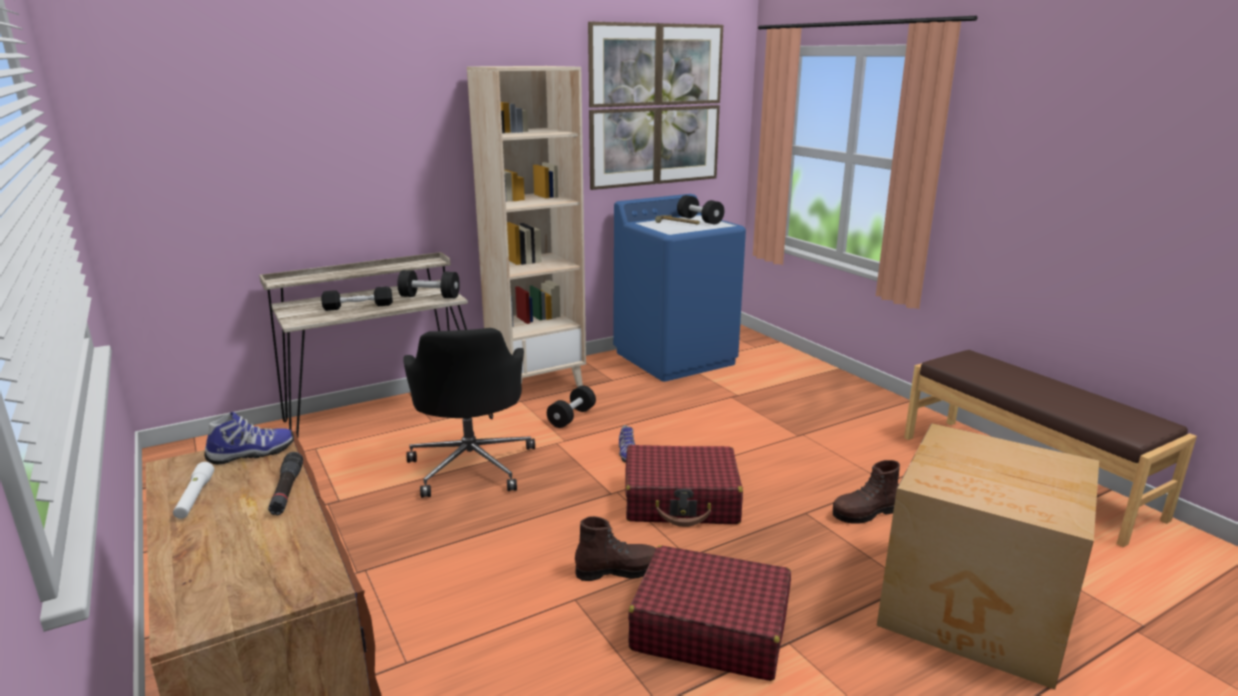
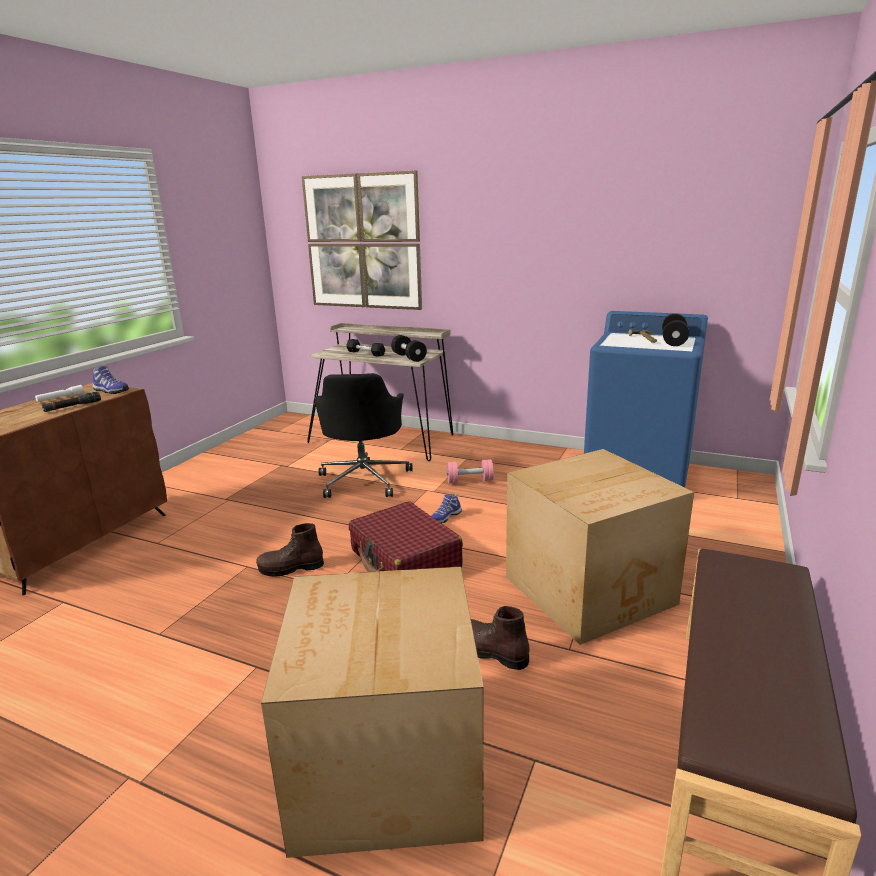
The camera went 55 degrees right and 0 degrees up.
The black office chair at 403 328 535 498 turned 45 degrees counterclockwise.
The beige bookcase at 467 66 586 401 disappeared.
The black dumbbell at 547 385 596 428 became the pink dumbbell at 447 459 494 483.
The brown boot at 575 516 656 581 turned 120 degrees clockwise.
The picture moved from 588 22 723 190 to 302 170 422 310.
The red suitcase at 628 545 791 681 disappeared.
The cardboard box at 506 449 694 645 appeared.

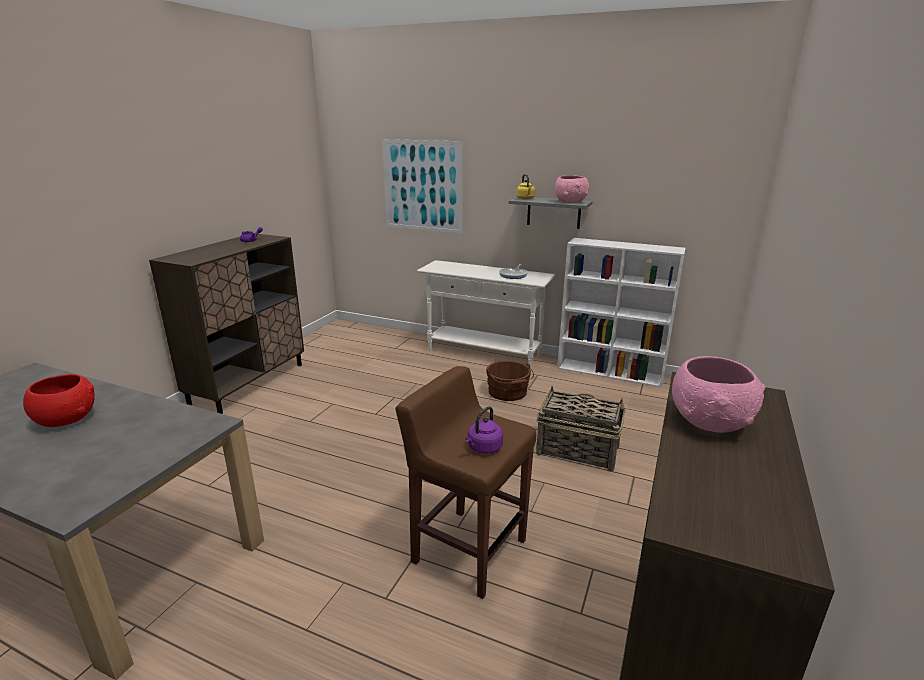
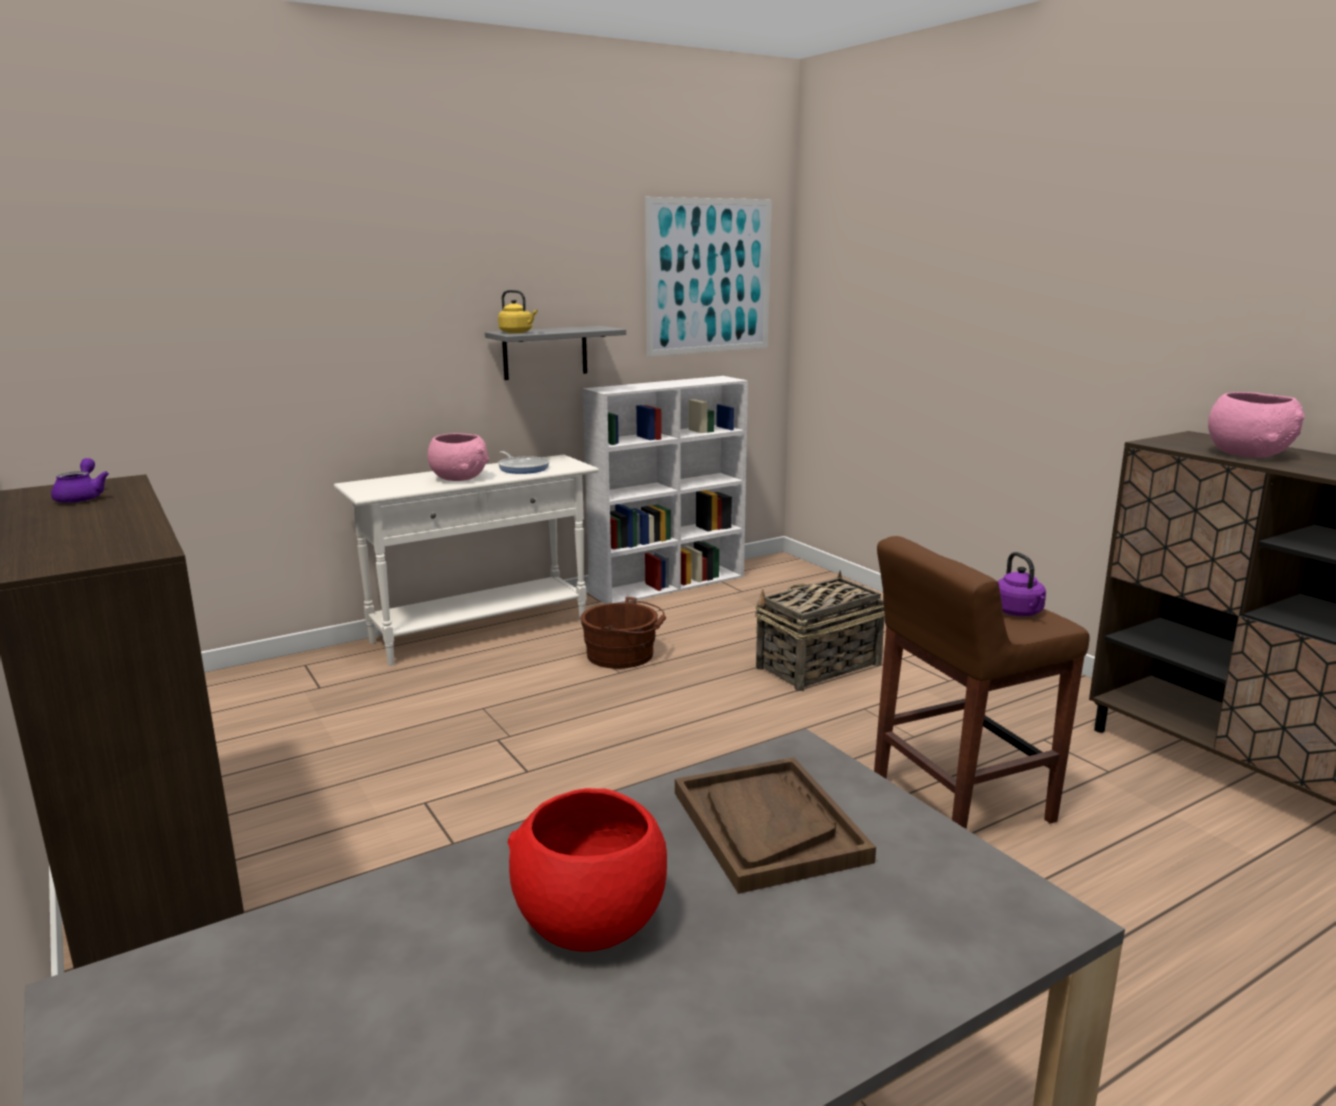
The camera went 55 degrees left and 5 degrees down.
The picture moved from 382 139 463 234 to 645 197 772 357.
The pink bowl moved from 555 175 589 203 to 427 433 489 481.
The brown tray at 675 757 876 894 appeared.

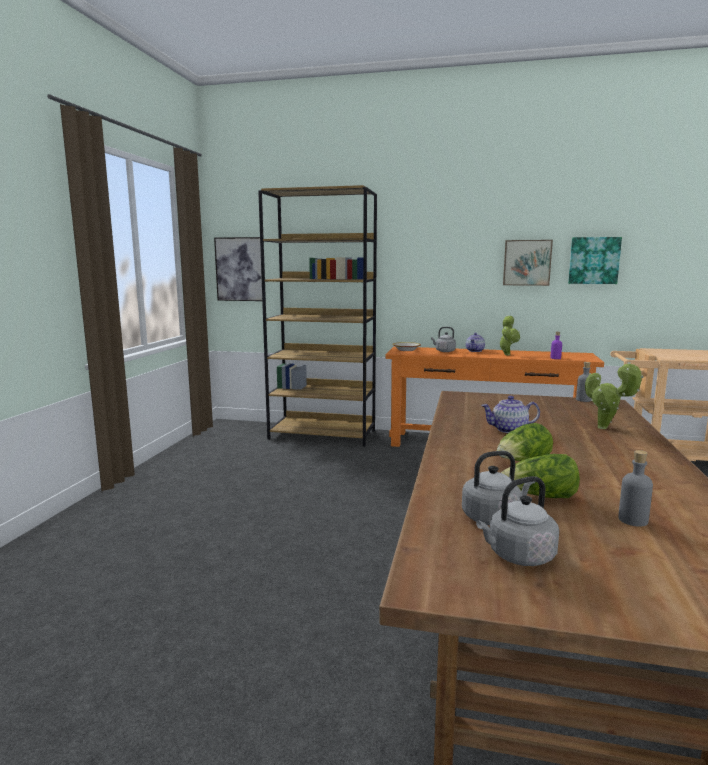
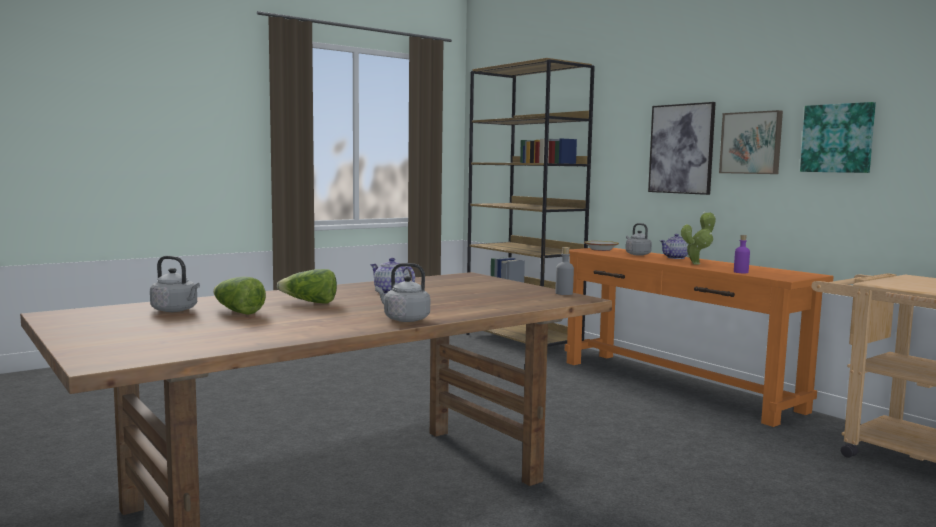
The camera went 40 degrees right and 5 degrees down.
The picture moved from 214 237 262 301 to 648 102 716 195.
The grey kettle moved from 476 476 559 566 to 375 263 430 322.
The potted plant at 585 362 644 429 disappeared.
The grey bottle at 618 450 653 527 disappeared.

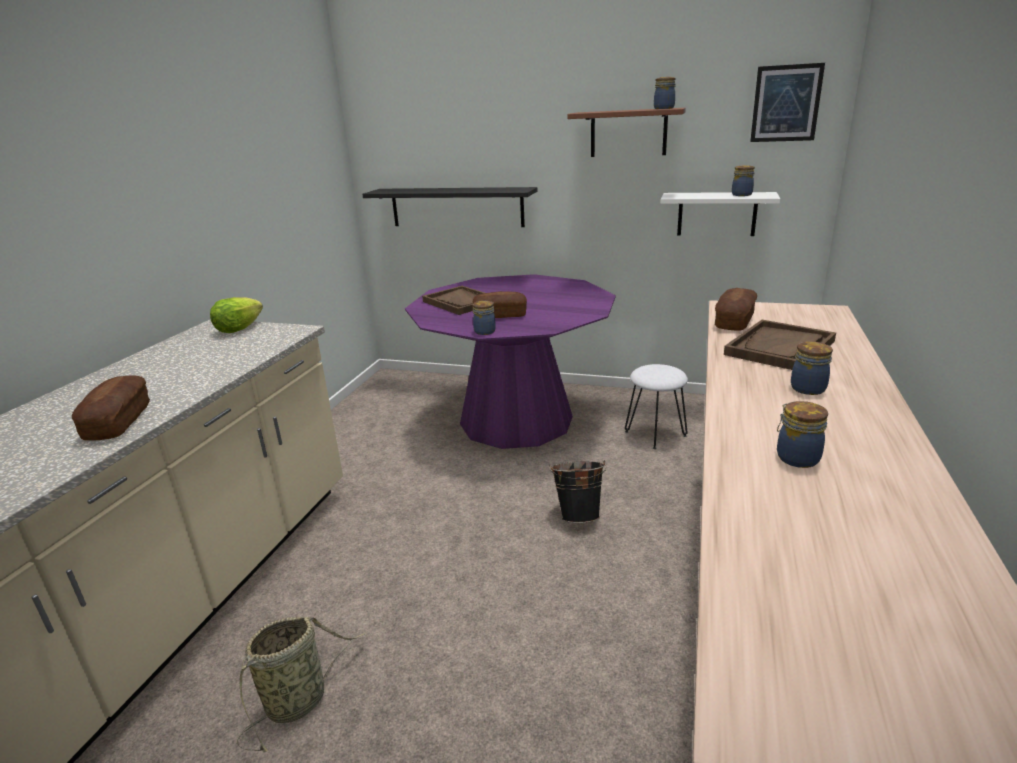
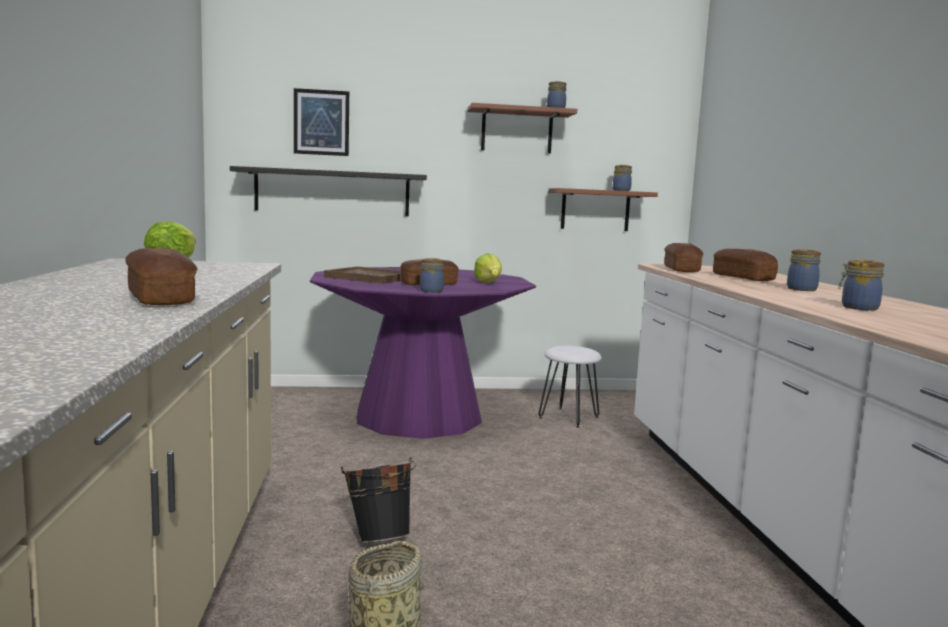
The camera went 25 degrees left and 15 degrees down.
The black bucket moved from 549 460 607 523 to 341 457 416 543.
The white shelf at 661 192 780 236 became the brown shelf at 548 188 658 231.
The brown tray at 724 320 836 370 was replaced by the bread at 713 249 778 281.
The picture moved from 750 63 825 142 to 294 88 349 156.
The lettuce at 474 253 502 283 appeared.

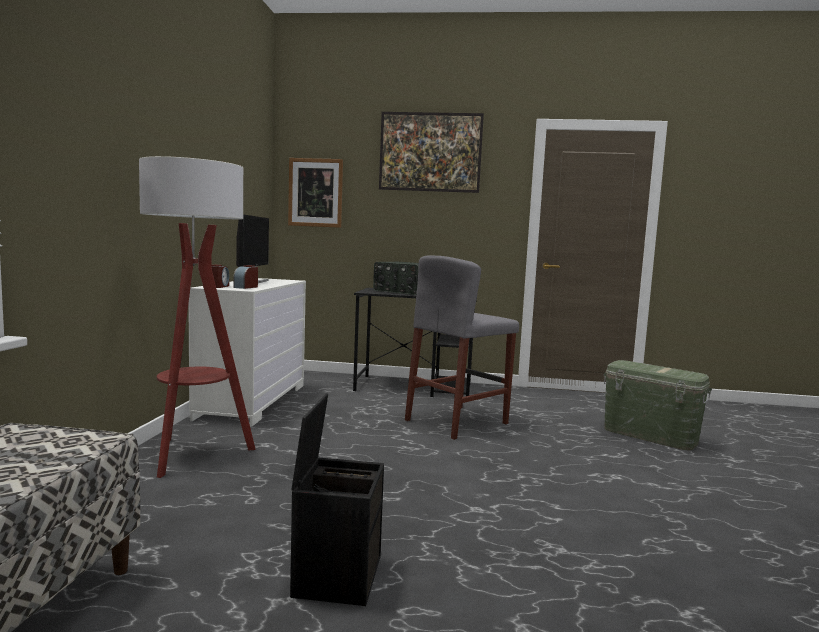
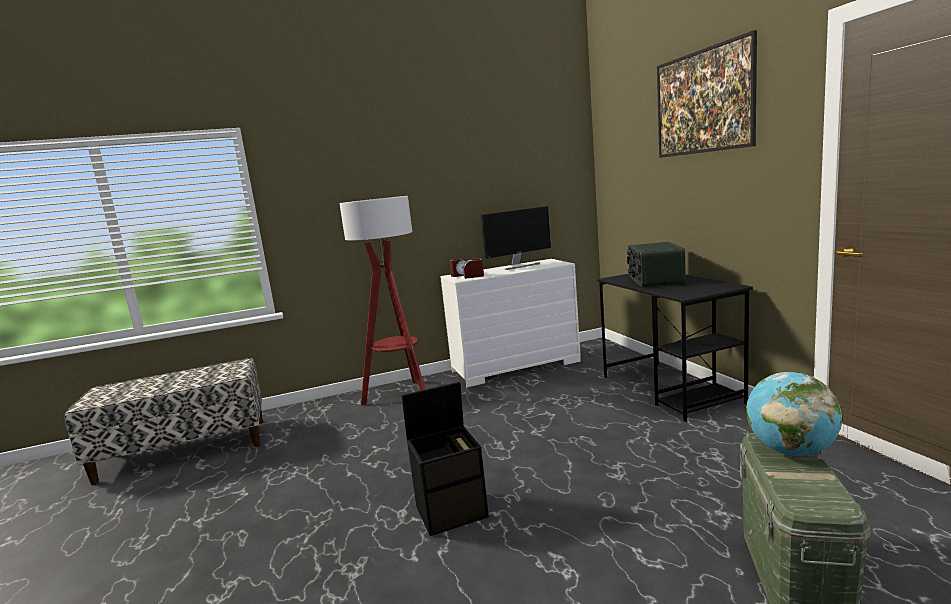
The camera went 65 degrees right and 5 degrees up.
The picture at 288 158 343 228 disappeared.
The black storage box moved from 290 393 384 606 to 402 382 489 536.
The grey stool at 405 255 519 440 disappeared.
The globe at 746 372 843 456 appeared.

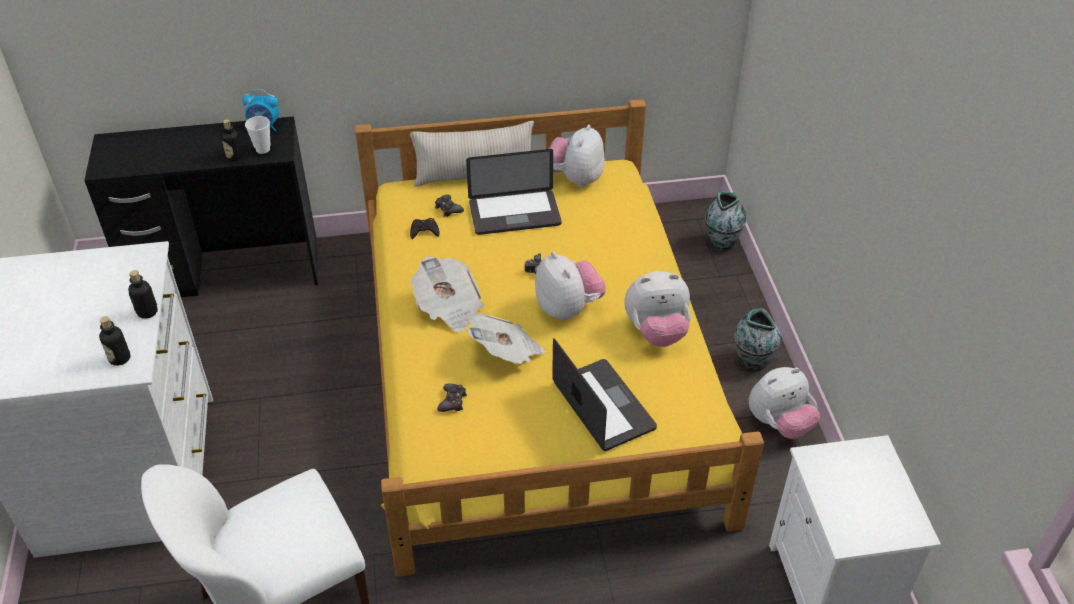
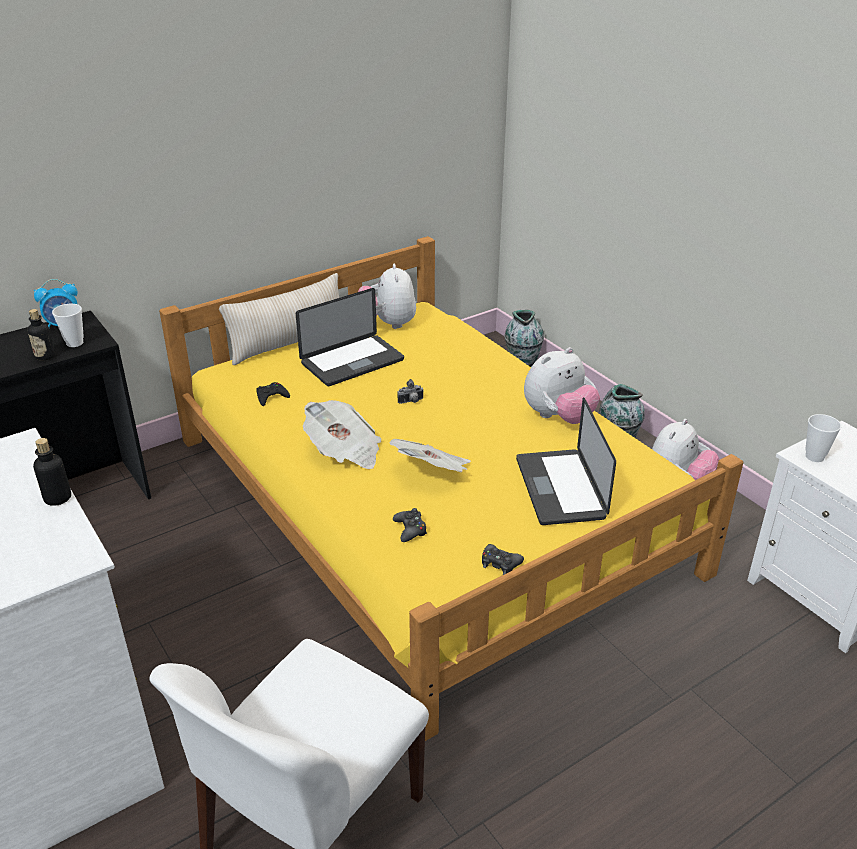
The camera went 25 degrees left and 10 degrees down.
The bottle at 99 316 130 366 disappeared.
The black game controller moved from 435 194 464 217 to 482 544 524 575.
The plush toy at 535 252 606 320 disappeared.
The laptop at 552 338 657 451 turned 135 degrees counterclockwise.
The cup at 805 414 841 462 appeared.

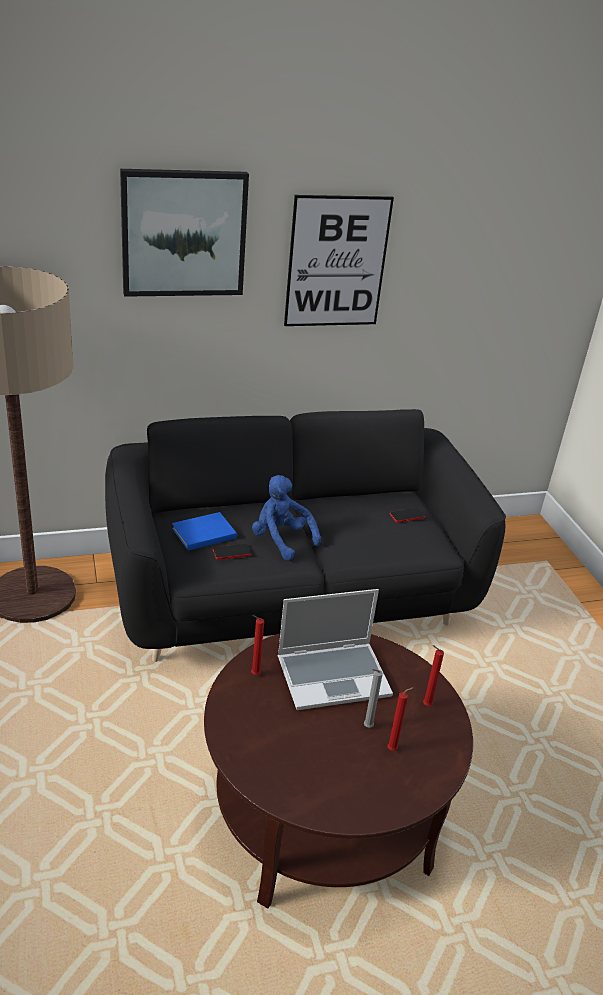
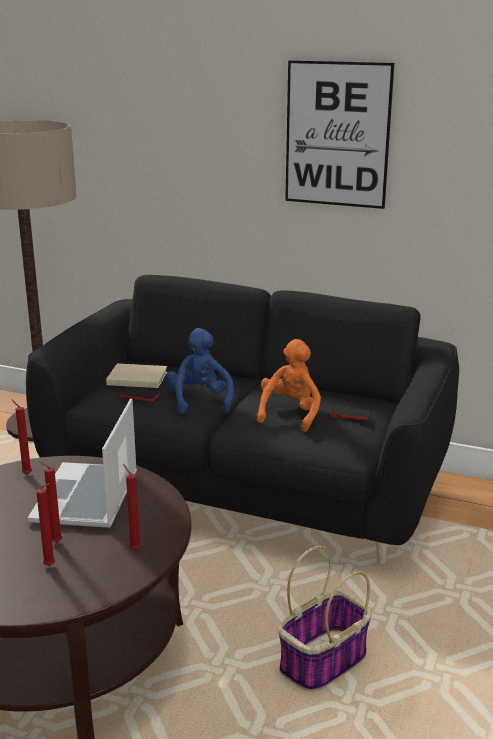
The camera went 40 degrees right and 10 degrees down.
The picture at 120 169 249 297 disappeared.
The blue book at 172 512 237 551 became the beige book at 106 363 167 388.
The laptop at 278 589 393 710 turned 75 degrees clockwise.
The grey candle at 364 669 383 728 became the red candle at 38 460 62 542.
The orange plush toy at 257 339 321 432 appeared.
The basket at 278 546 372 691 appeared.

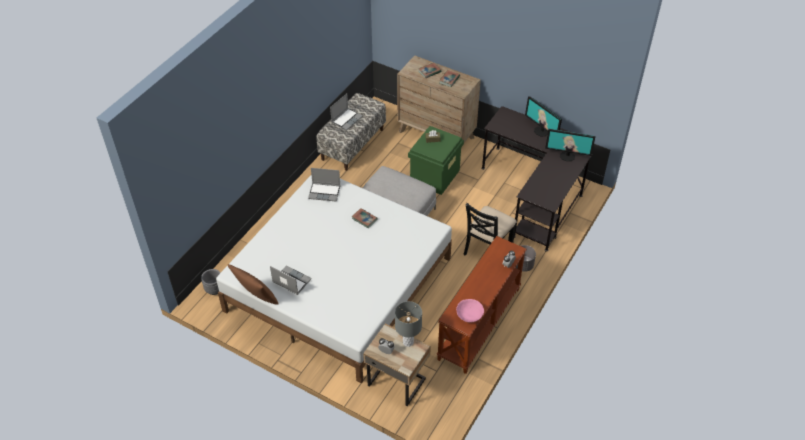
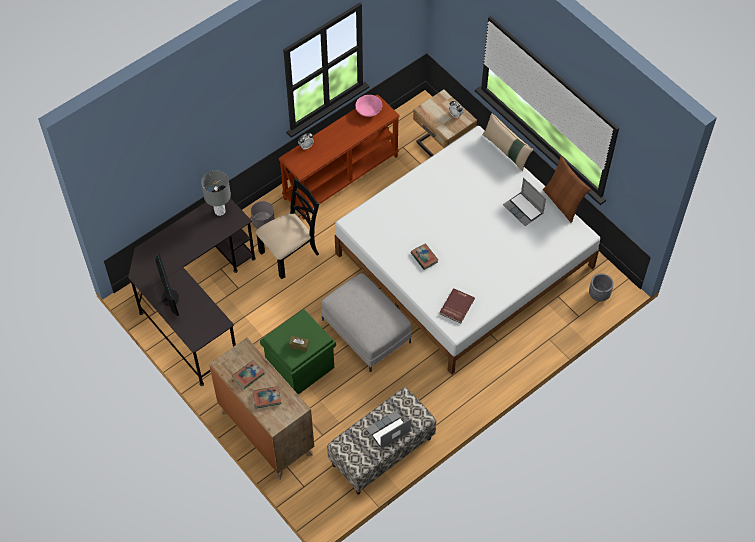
The camera went 160 degrees left and 10 degrees up.
The laptop at 308 168 340 202 was replaced by the red book at 440 288 475 323.
The grey table lamp moved from 395 301 422 347 to 201 170 231 216.
The monitor at 545 129 596 161 disappeared.
The beige pillow at 483 113 534 171 appeared.

